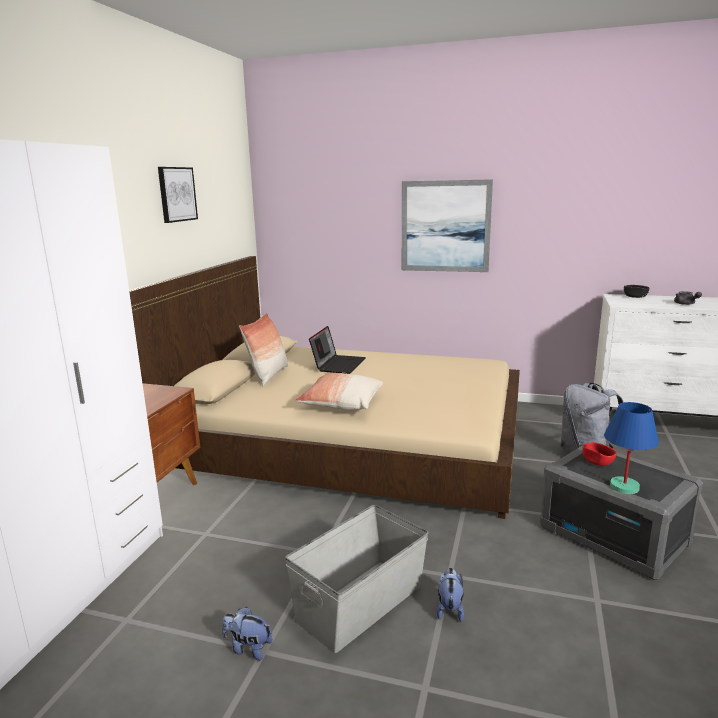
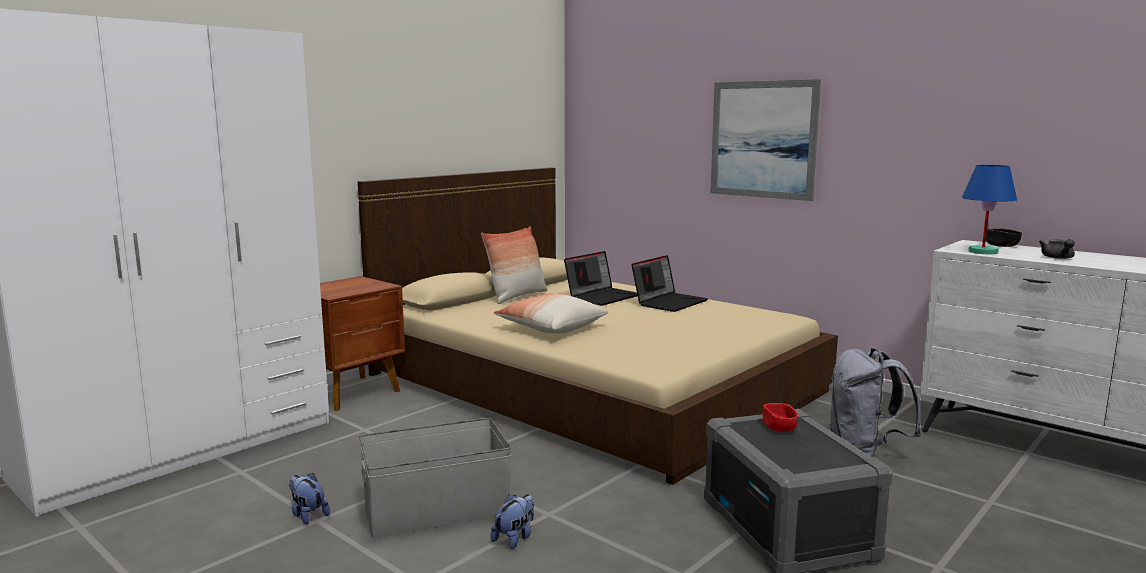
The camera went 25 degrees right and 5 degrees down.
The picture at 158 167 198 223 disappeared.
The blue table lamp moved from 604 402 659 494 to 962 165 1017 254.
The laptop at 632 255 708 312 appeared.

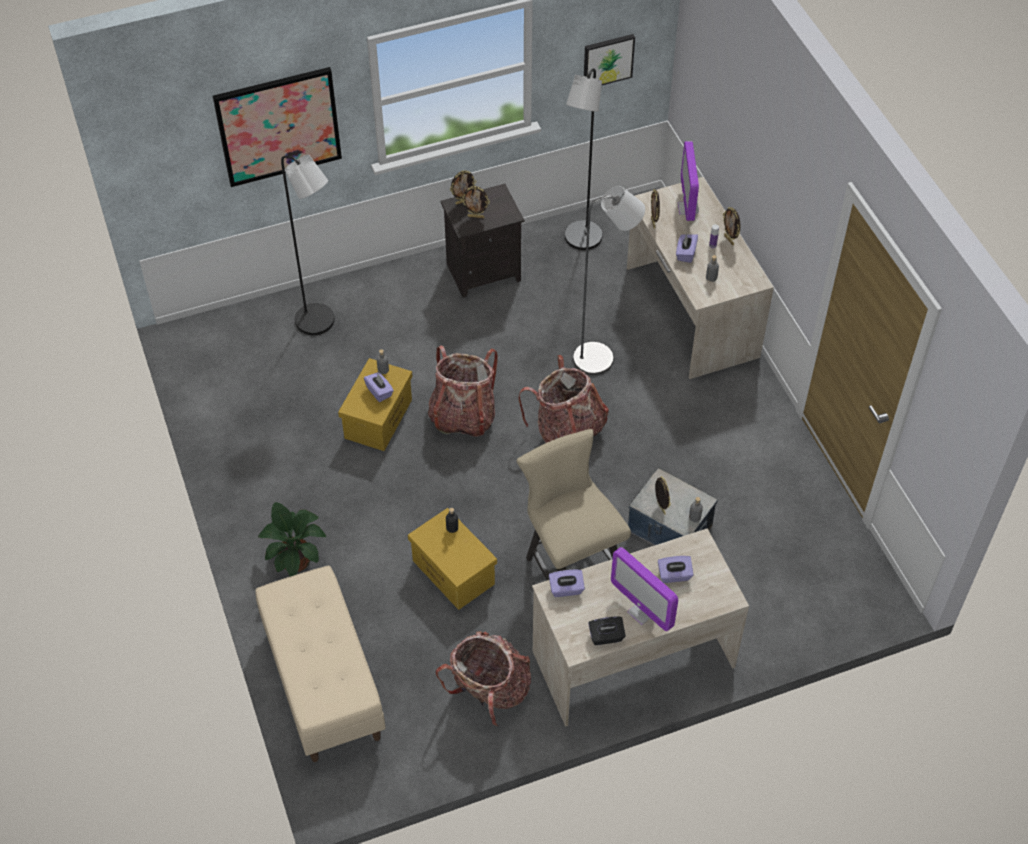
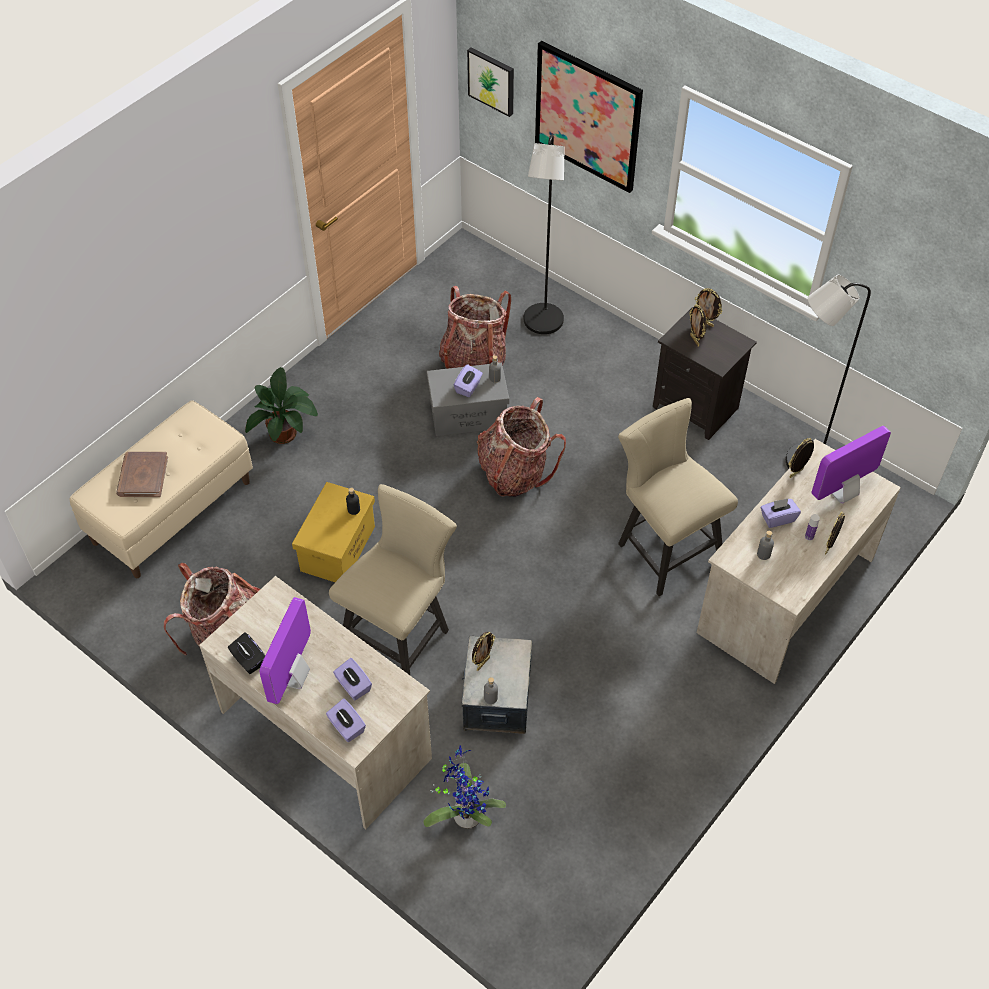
The camera went 60 degrees right and 0 degrees up.
The yellow storage box at 338 358 412 451 became the grey storage box at 427 363 509 436.
The backpack moved from 519 355 609 443 to 439 286 511 369.
The purple tissue box moved from 549 569 585 597 to 326 699 366 742.
The grey floor lamp at 573 186 645 375 was replaced by the beige chair at 618 398 738 596.
The picture moved from 584 34 635 85 to 467 47 514 117.
The brown book at 116 452 168 497 appeared.
The potted plant at 423 746 506 829 appeared.

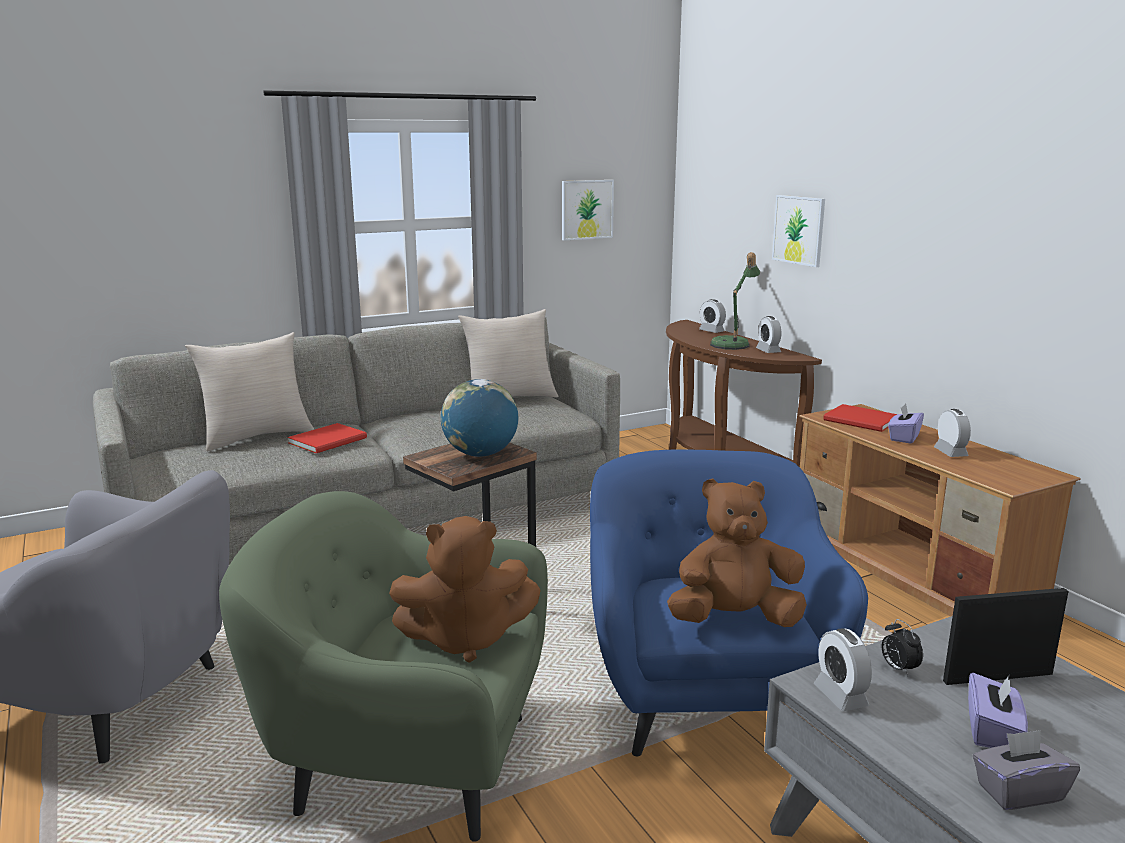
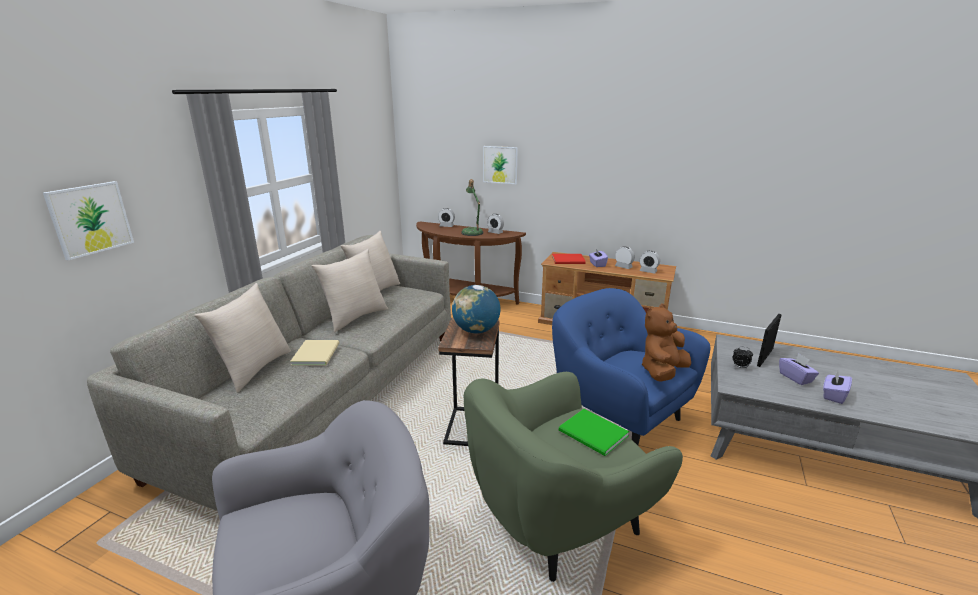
The camera went 40 degrees left and 5 degrees up.
The red book at 288 423 367 453 became the beige book at 290 340 339 365.
The brown plush toy at 389 516 541 663 was replaced by the green book at 559 409 629 456.
The picture moved from 562 180 614 240 to 43 181 134 260.
The alarm clock moved from 814 628 872 711 to 639 251 660 274.
The grey tissue box at 973 730 1080 810 became the purple tissue box at 823 371 852 404.
The beige pillow at 311 248 388 332 appeared.

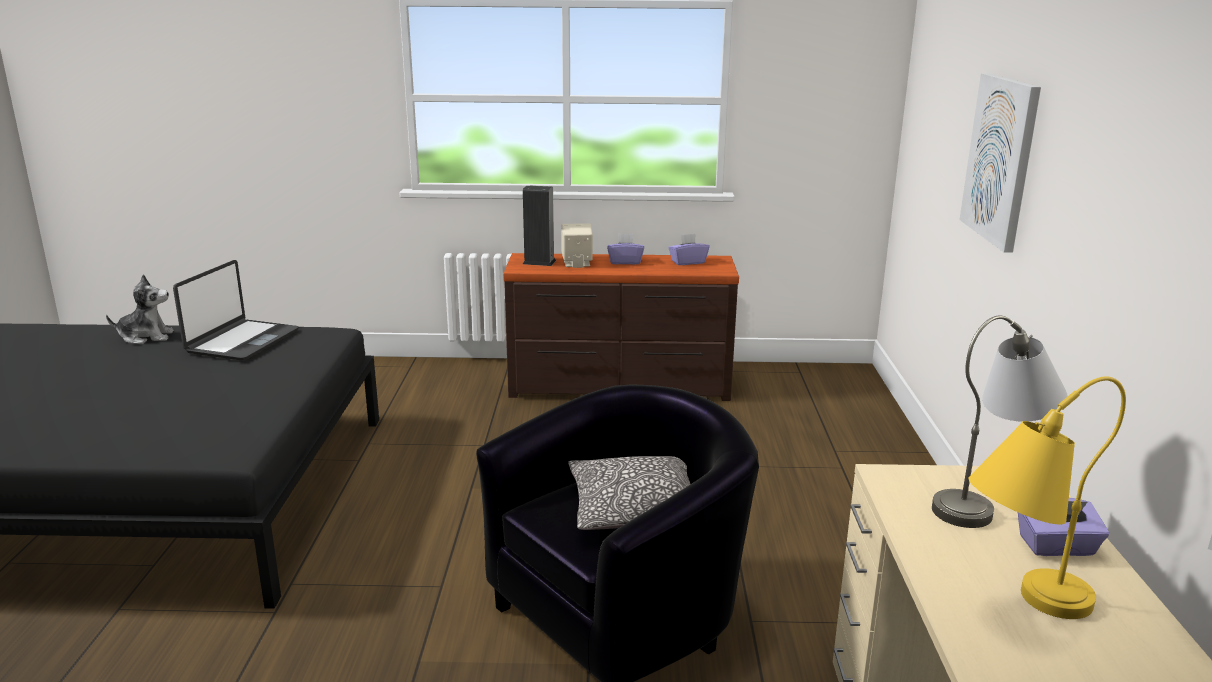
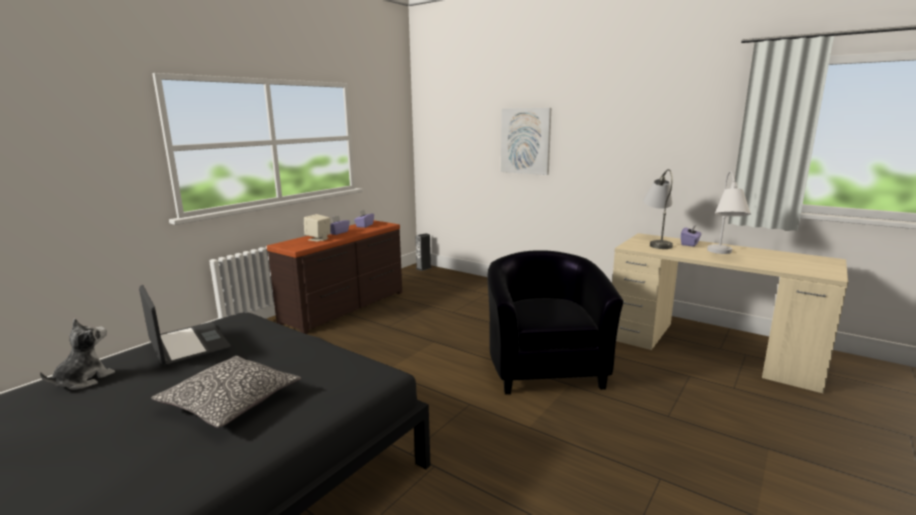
The camera went 55 degrees left and 5 degrees down.
The speaker moved from 523 185 556 266 to 416 233 432 271.
The pillow moved from 568 456 690 530 to 151 356 301 428.
The yellow table lamp at 969 376 1126 619 became the white table lamp at 707 171 751 254.

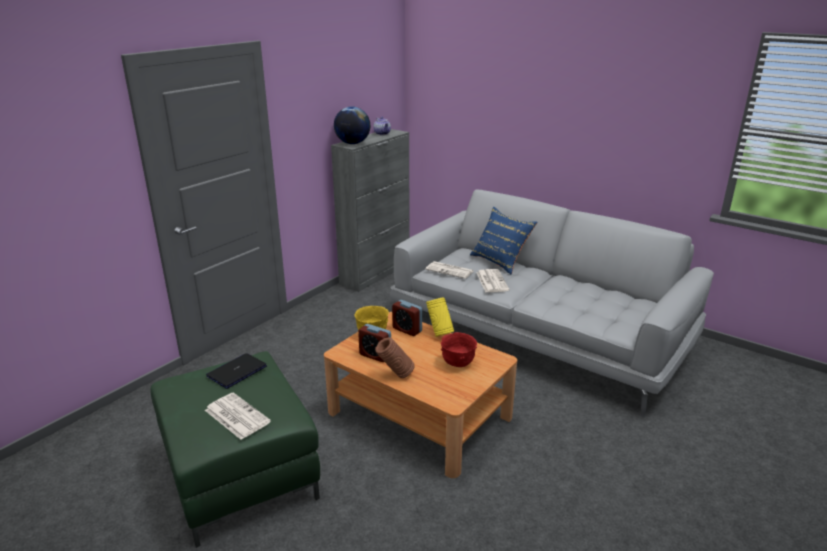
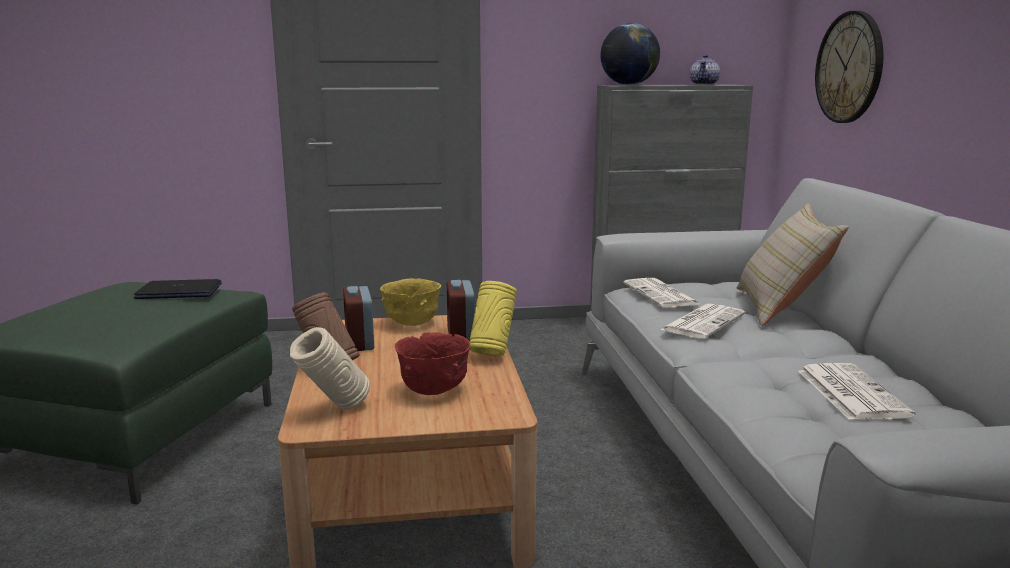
The camera went 45 degrees right and 10 degrees down.
The newspaper moved from 205 392 271 440 to 798 363 915 420.
The blue pillow at 470 207 538 275 became the beige pillow at 737 204 849 326.
The beige vase at 290 327 370 410 appeared.
The wall clock at 815 11 883 123 appeared.

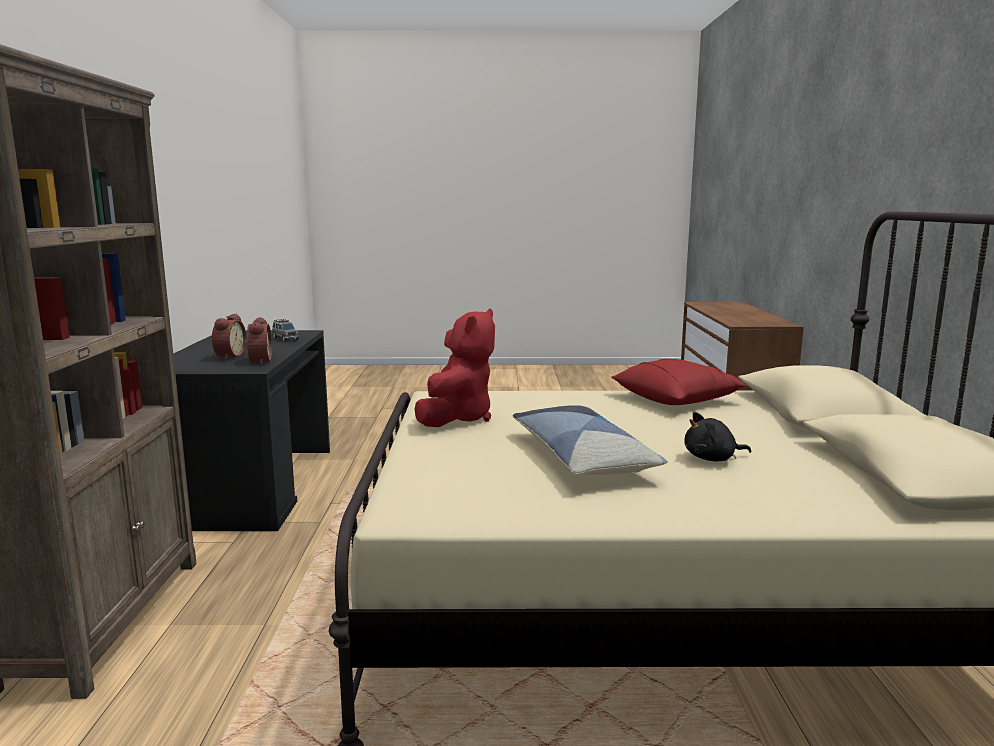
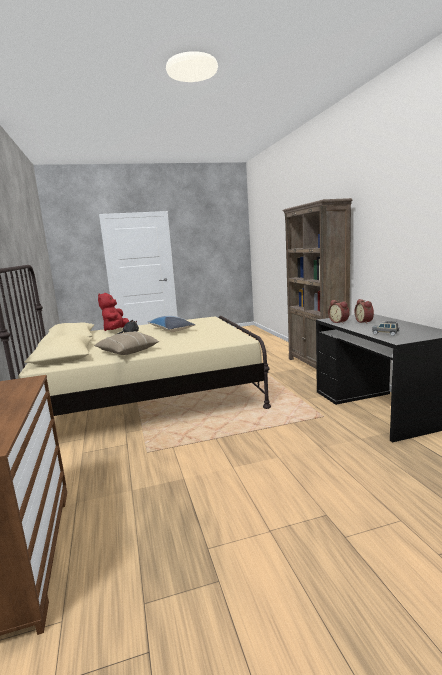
The camera went 165 degrees right and 0 degrees up.
The red plush toy moved from 415 309 495 427 to 98 293 129 331.
The red pillow at 611 359 747 405 became the beige pillow at 94 331 159 355.

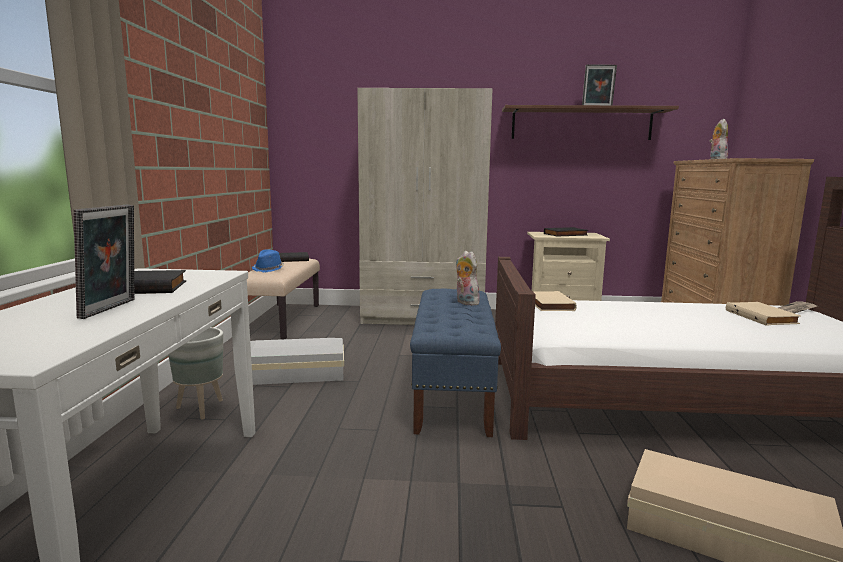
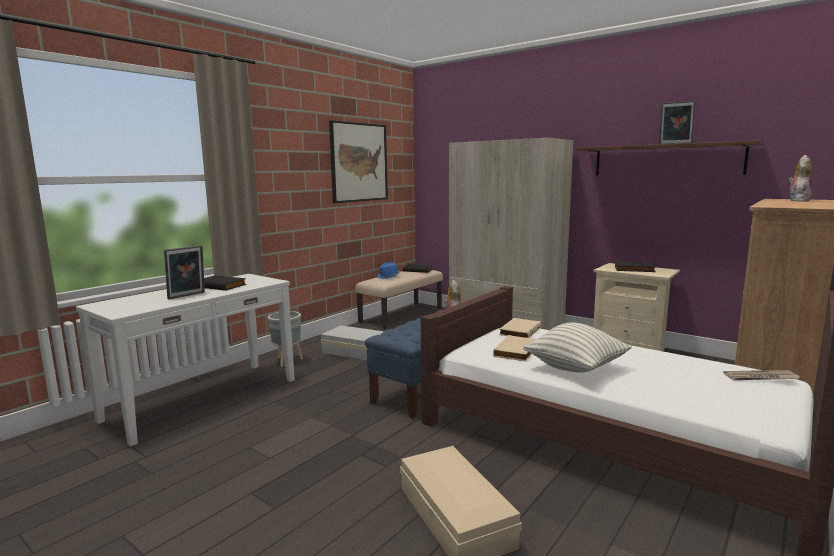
The camera went 35 degrees right and 0 degrees up.
The beige book moved from 726 302 801 326 to 493 335 536 361.
The picture at 329 120 388 203 appeared.
The pillow at 523 322 632 373 appeared.

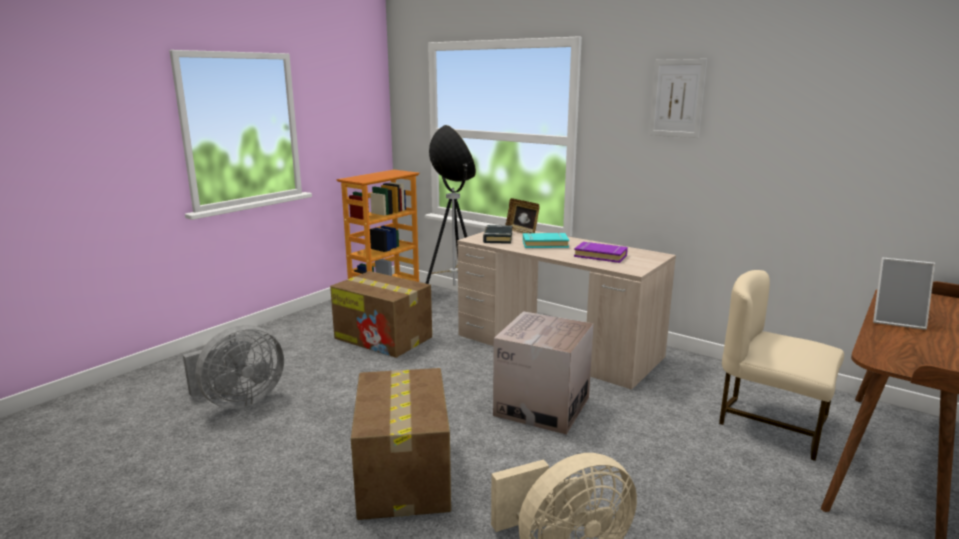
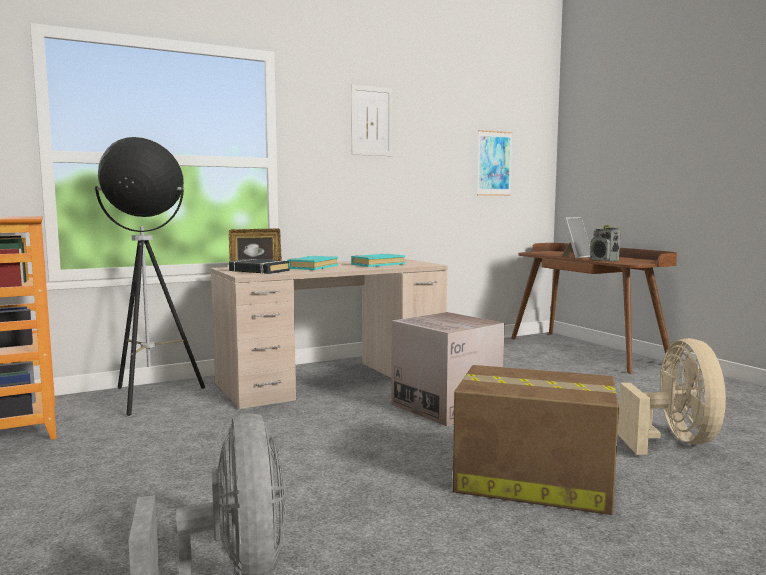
The camera went 65 degrees left and 10 degrees down.
The cardboard box at 330 271 432 358 disappeared.
The purple book at 574 242 628 263 became the turquoise book at 351 254 405 267.
The beige chair at 719 270 844 461 disappeared.
The picture at 477 130 513 196 appeared.
The radio at 590 225 621 262 appeared.

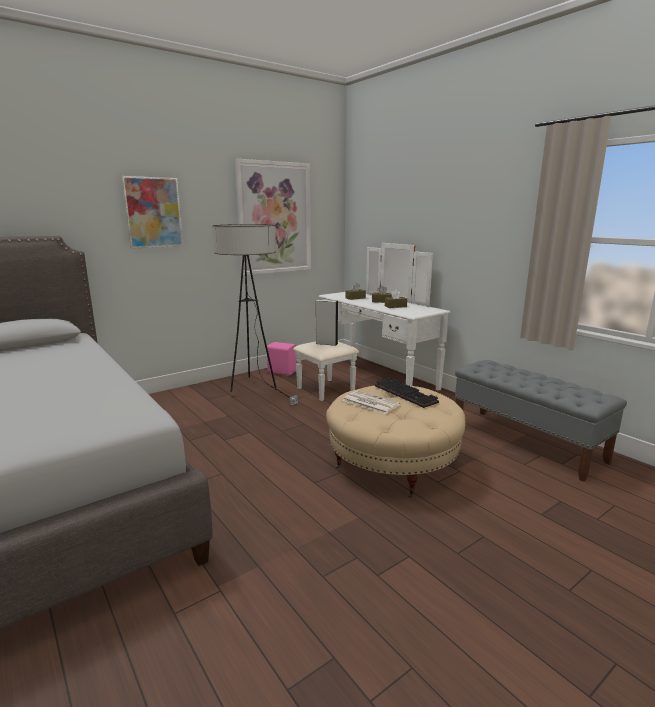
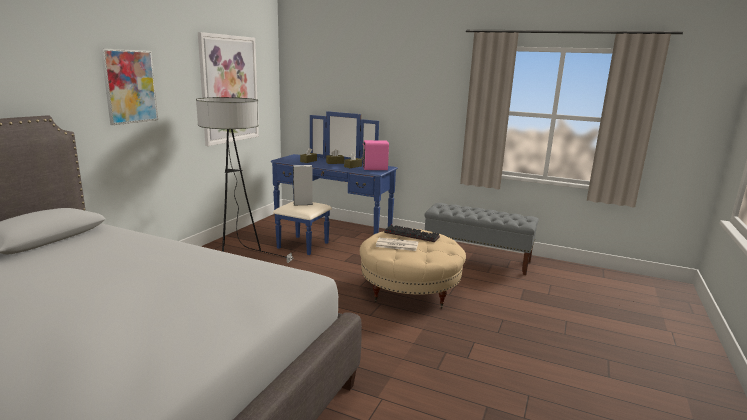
The camera went 30 degrees left and 0 degrees up.
The pink speaker moved from 267 342 297 376 to 361 140 389 170.
The white dresser at 293 243 451 401 became the blue dresser at 271 111 398 255.

